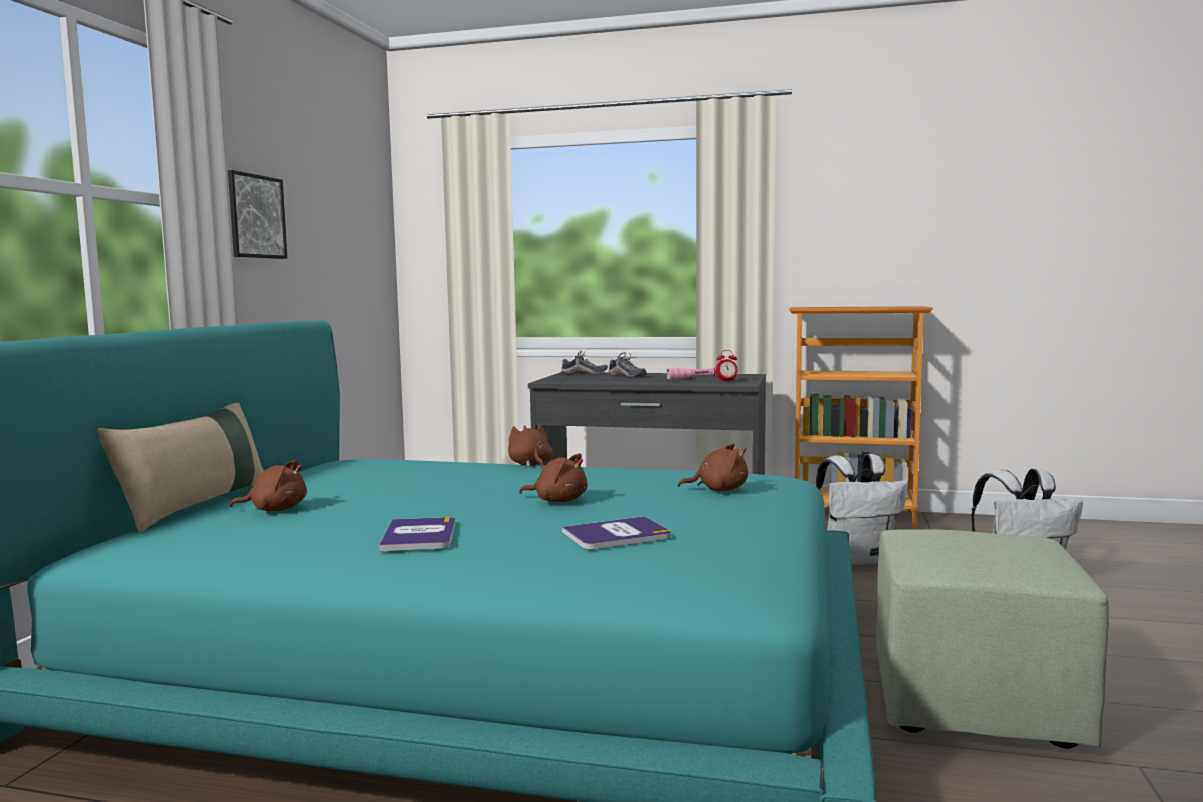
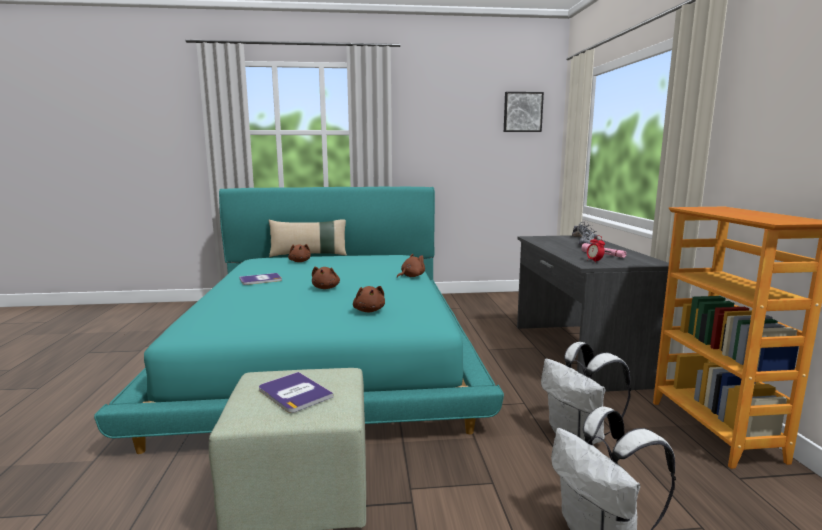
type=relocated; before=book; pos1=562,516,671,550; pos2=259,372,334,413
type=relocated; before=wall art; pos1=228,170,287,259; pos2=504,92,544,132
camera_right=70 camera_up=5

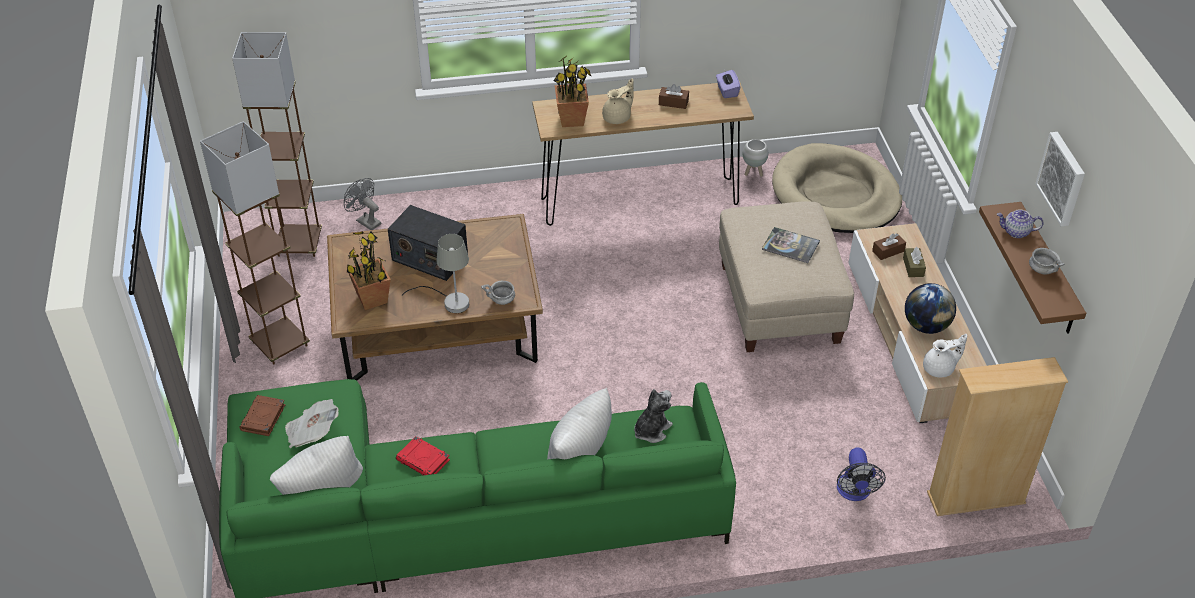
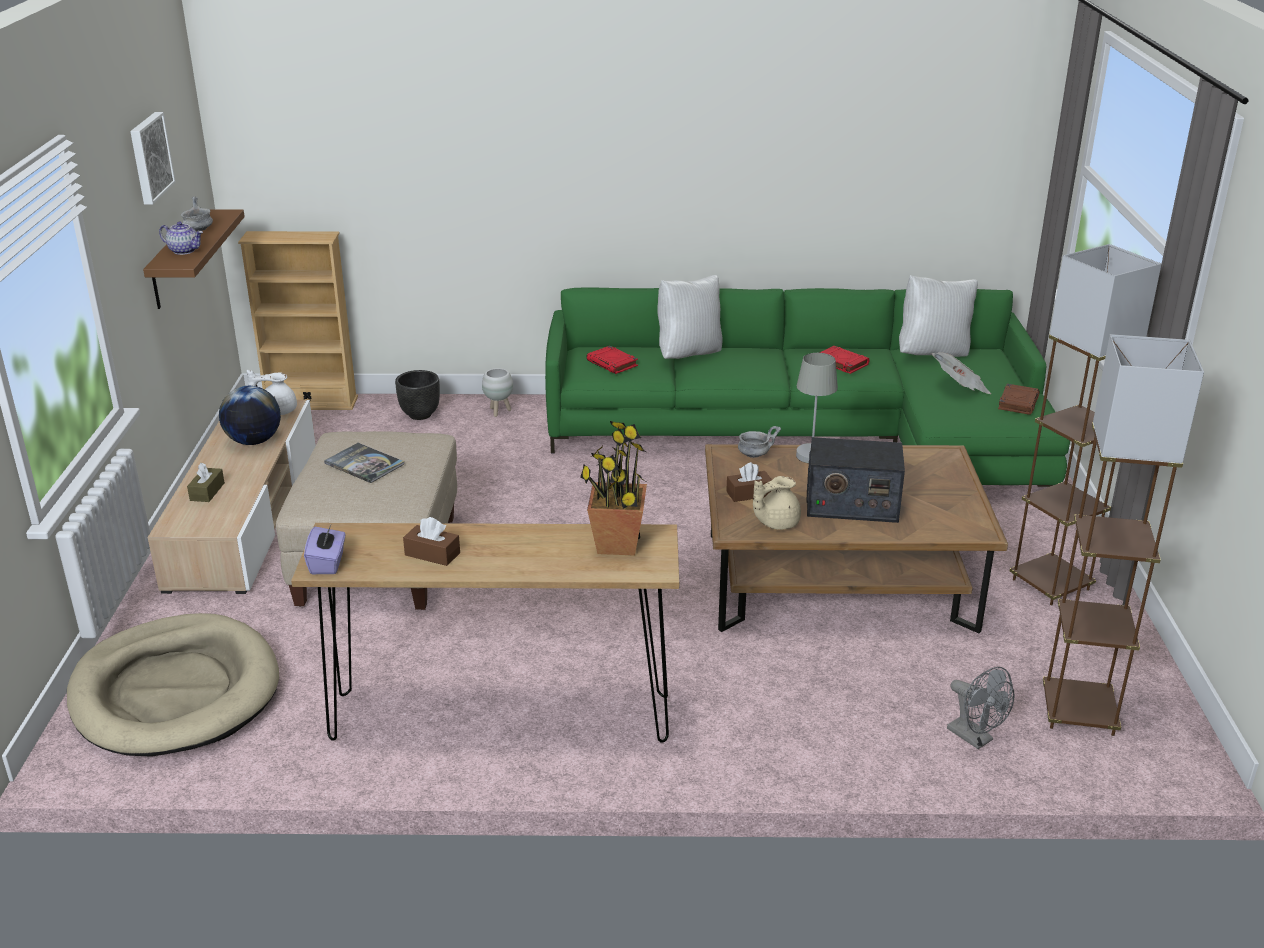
type=exchanged; before=electric fan; after=plant pot in black-coloured; pos1=837,447,886,501; pos2=395,370,440,420
type=relocated; before=plant pot in white; pos1=743,139,768,177; pos2=482,368,513,417
type=exchanged; before=soft toy; after=book in reddish; pos1=634,389,673,443; pos2=586,346,638,374
type=relocated; before=tissue box in brown-coloured; pos1=872,233,906,260; pos2=726,462,772,502
type=relocated; before=pot for tea in sand-coloured; pos1=602,78,634,124; pos2=753,476,801,530
type=spun; before=radio; pos1=388,205,468,281; pos2=806,437,905,523; turn=150
type=missing; before=houseplant; pos1=347,231,391,310
camera_right=-170 camera_up=-15

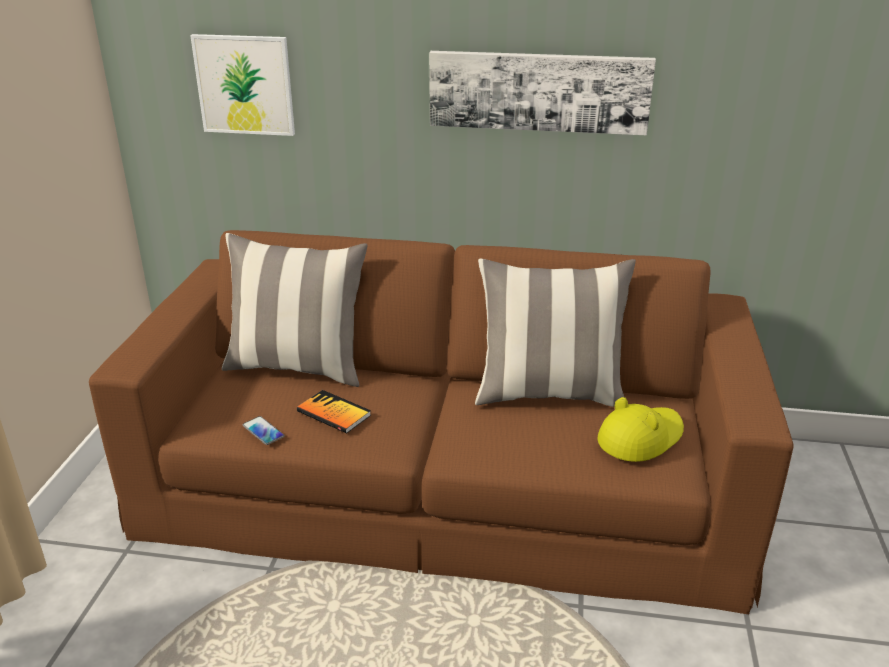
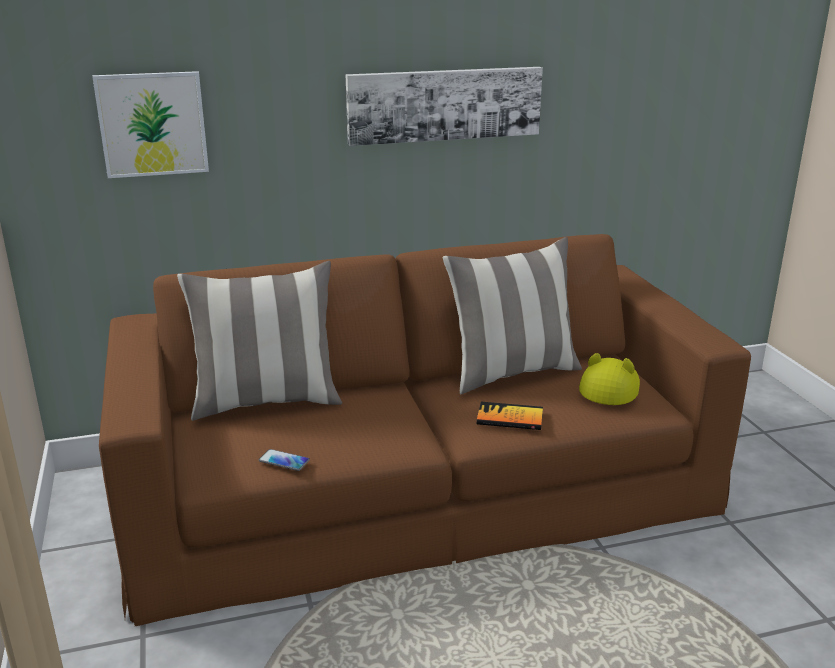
type=relocated; before=book; pos1=297,390,371,434; pos2=477,402,543,430
camera_right=-25 camera_up=-5

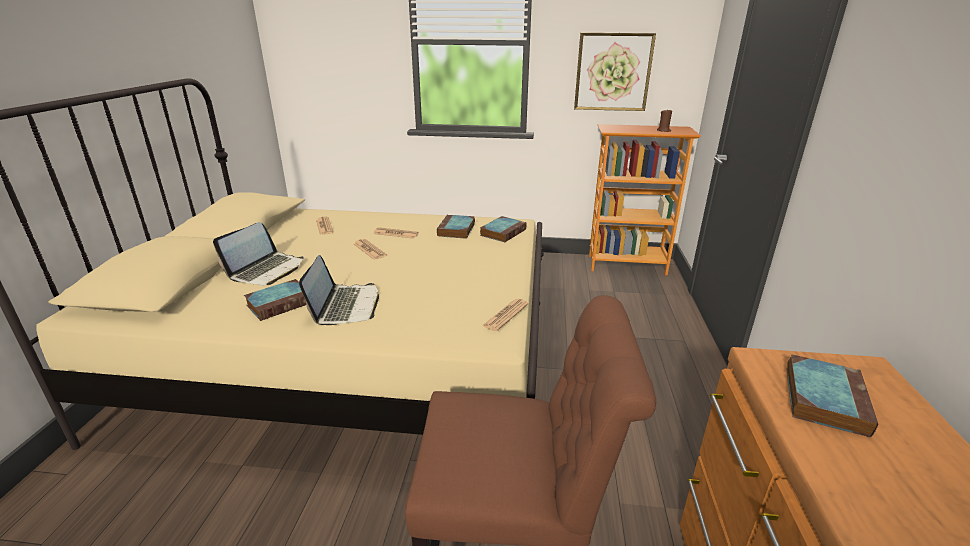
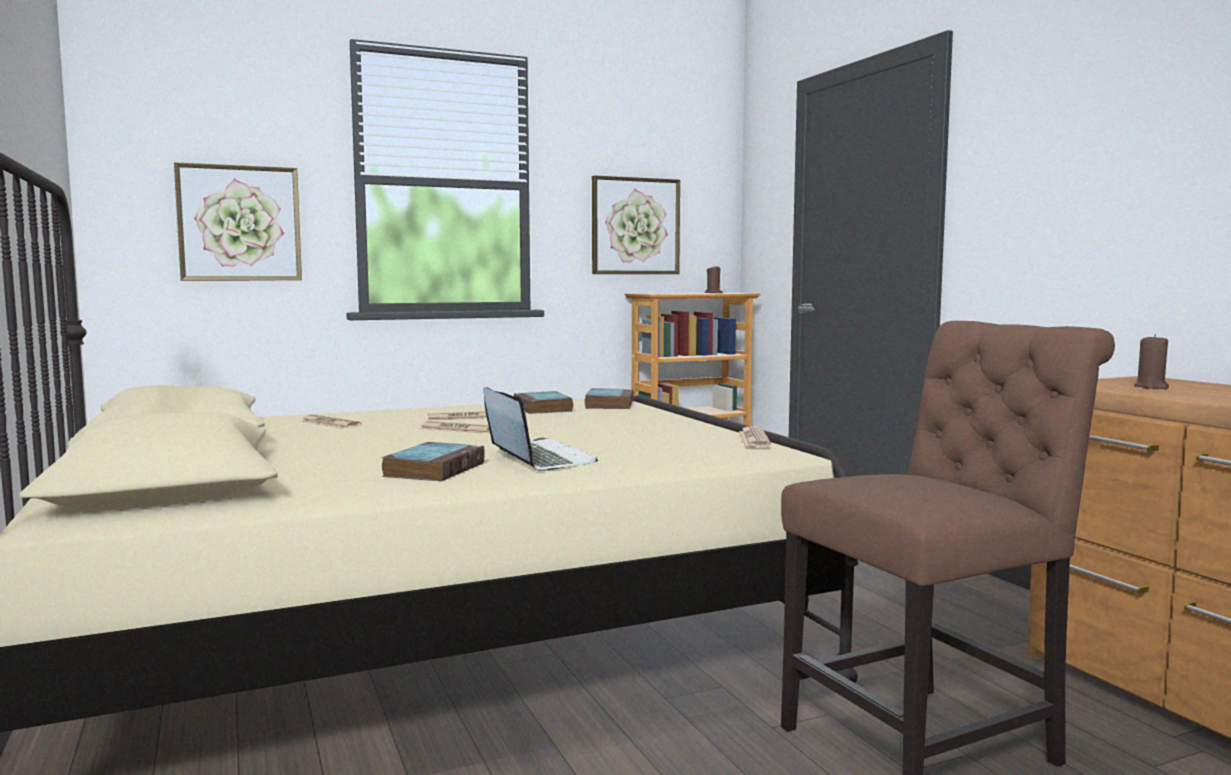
type=appeared; after=wall art; pos2=174,162,302,281
type=exchanged; before=book; after=wax candle in brown-coloured; pos1=786,354,878,437; pos2=1134,334,1169,389
type=missing; before=notebook computer; pos1=213,222,304,285
camera_right=-30 camera_up=-20

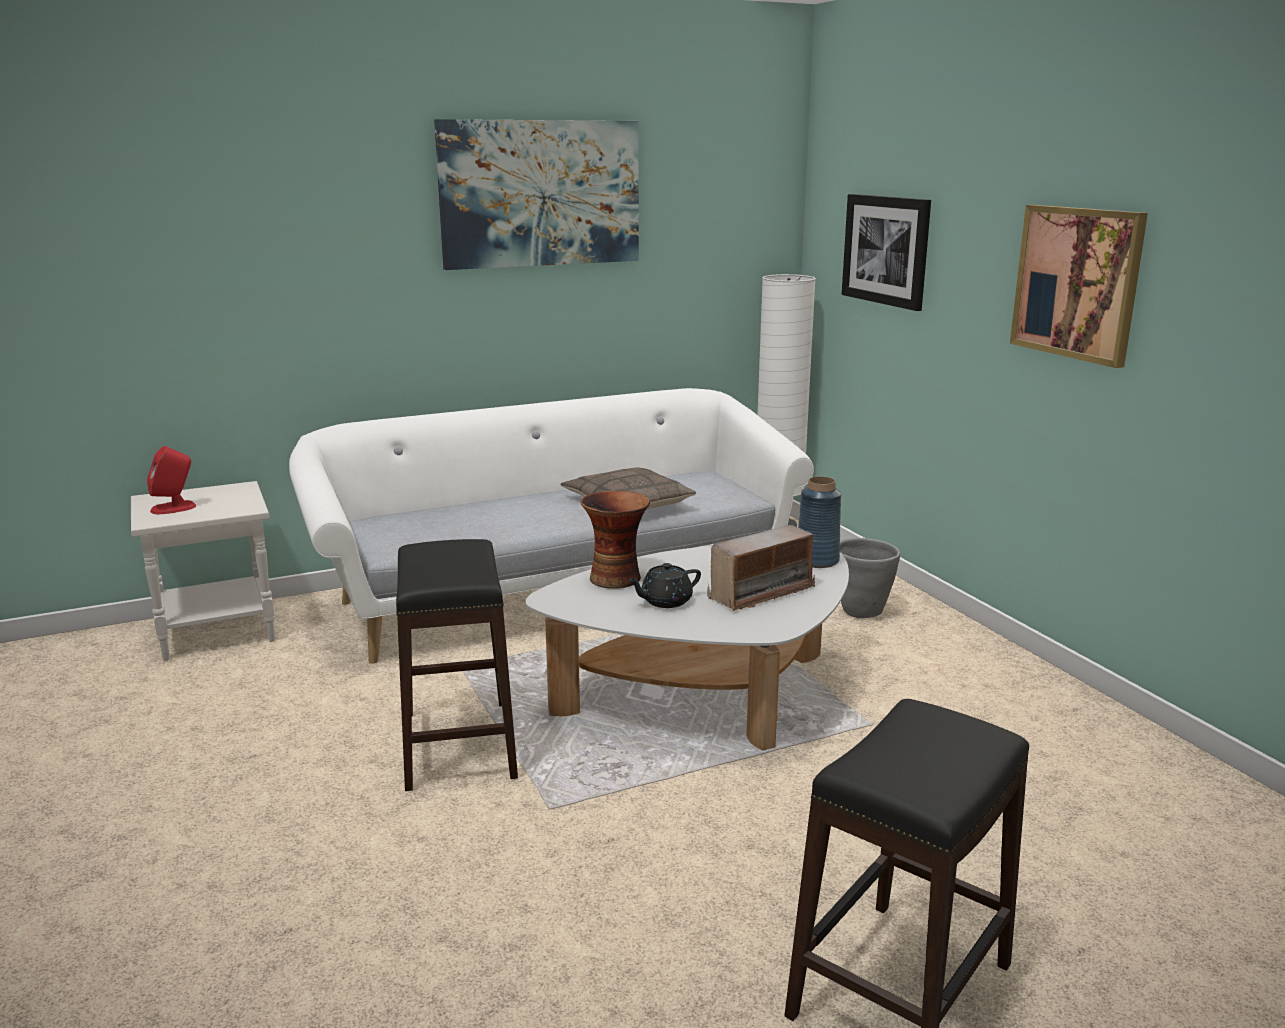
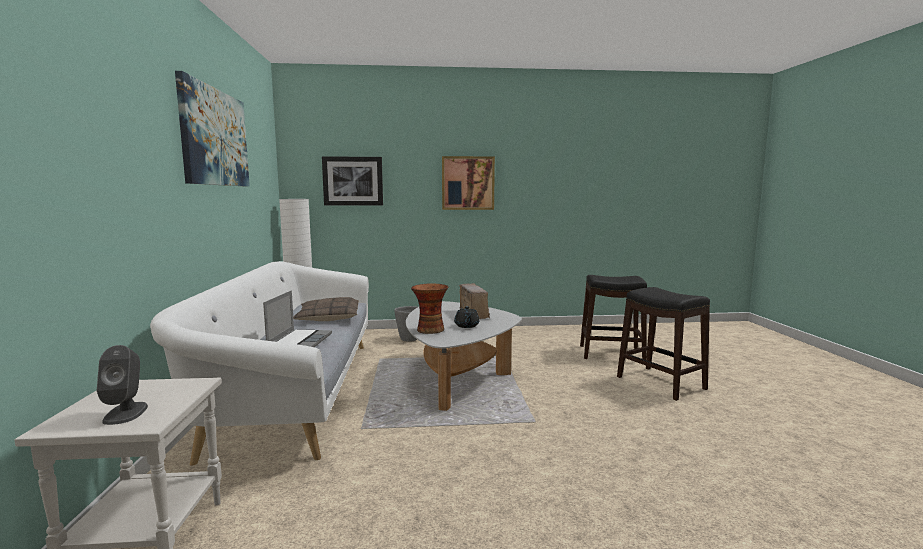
type=colour; before=speaker in reddish; after=speaker in gray; pos1=147,446,196,514; pos2=97,345,148,425
type=appeared; after=notebook computer; pos2=263,290,332,347
type=relocated; before=stool in black-coloured; pos1=396,539,518,791; pos2=580,275,647,360
type=missing; before=decorative vase in blue; pos1=798,476,841,568
camera_right=-70 camera_up=-10

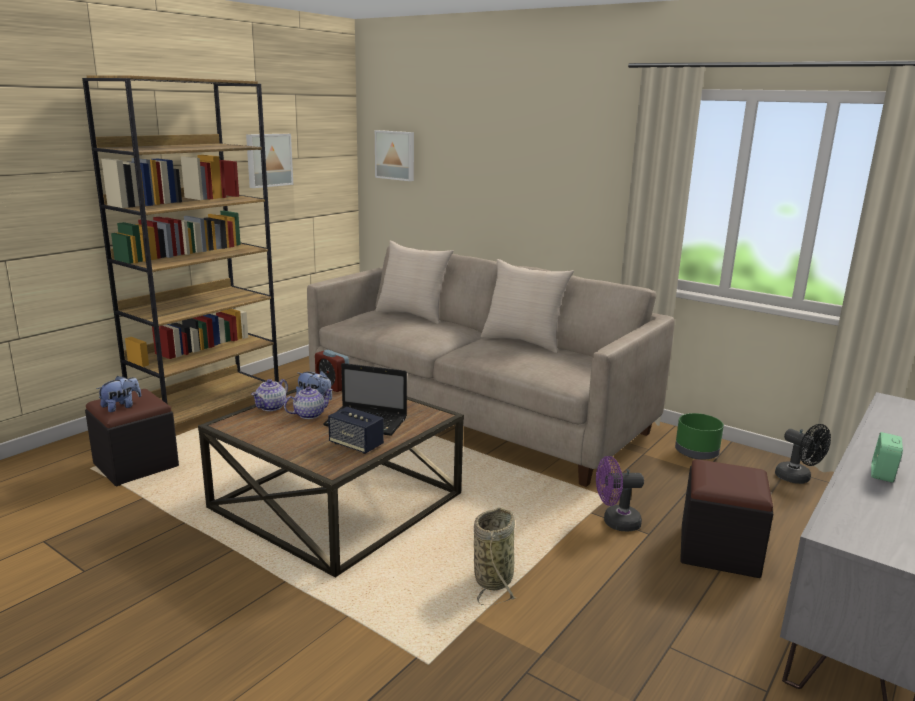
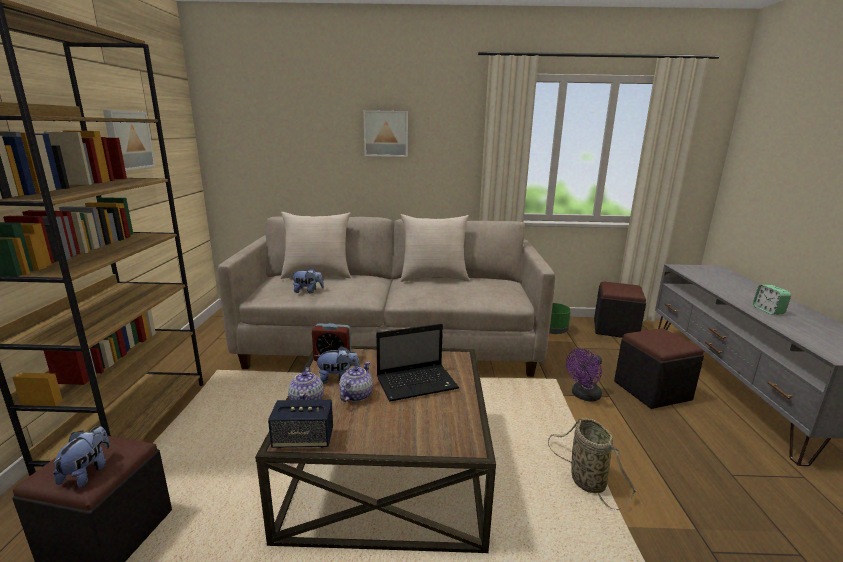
type=relocated; before=speaker; pos1=328,407,384,454; pos2=268,400,333,448
type=appeared; after=soft toy; pos2=291,268,324,294
type=relocated; before=wall art; pos1=375,130,414,181; pos2=363,110,408,157
type=exchanged; before=electric fan in black-coloured; after=ottoman in black-coloured; pos1=775,424,831,484; pos2=594,282,646,338
camera_right=-35 camera_up=0

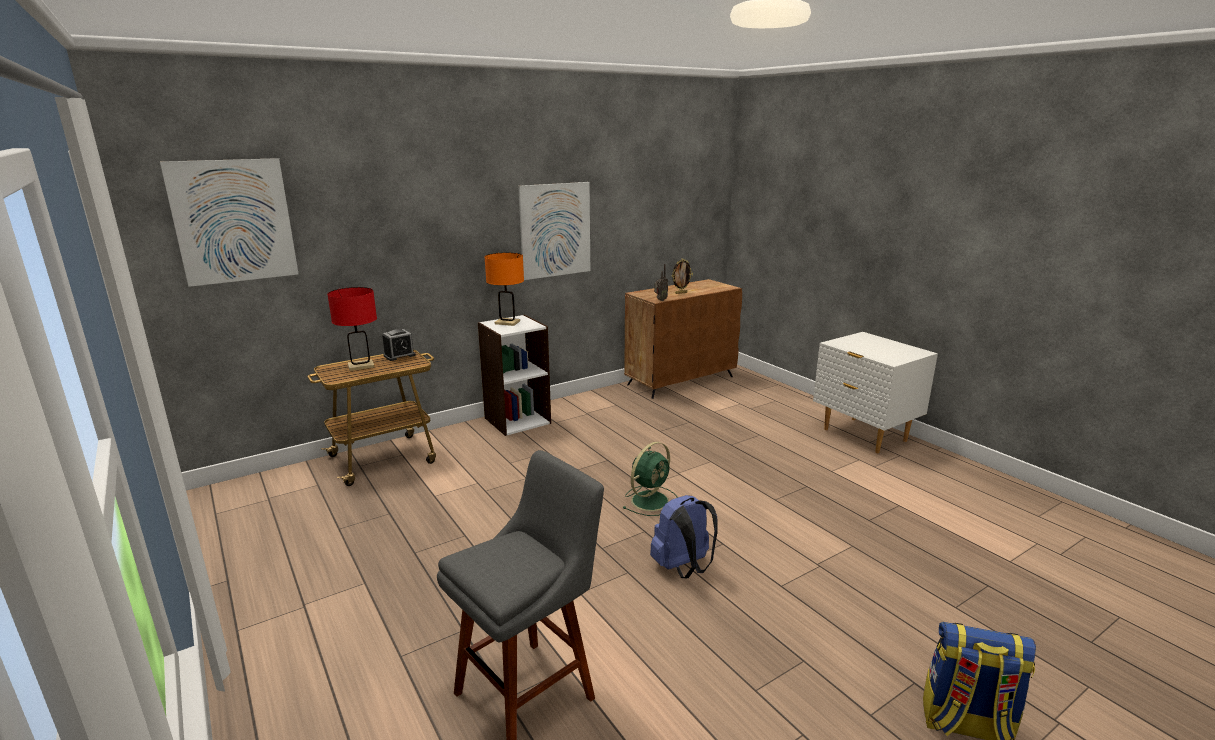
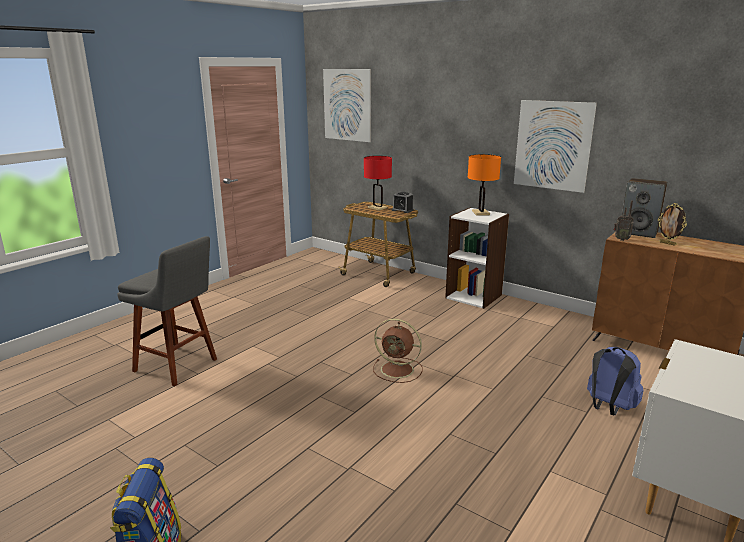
type=colour; before=electric fan in green-coloured; after=electric fan in brown-coloured; pos1=622,442,678,516; pos2=373,319,423,383
type=relocated; before=knapsack in blue; pos1=650,495,717,578; pos2=587,347,644,415
type=appeared; after=speaker; pos2=622,178,667,238
camera_right=70 camera_up=0

